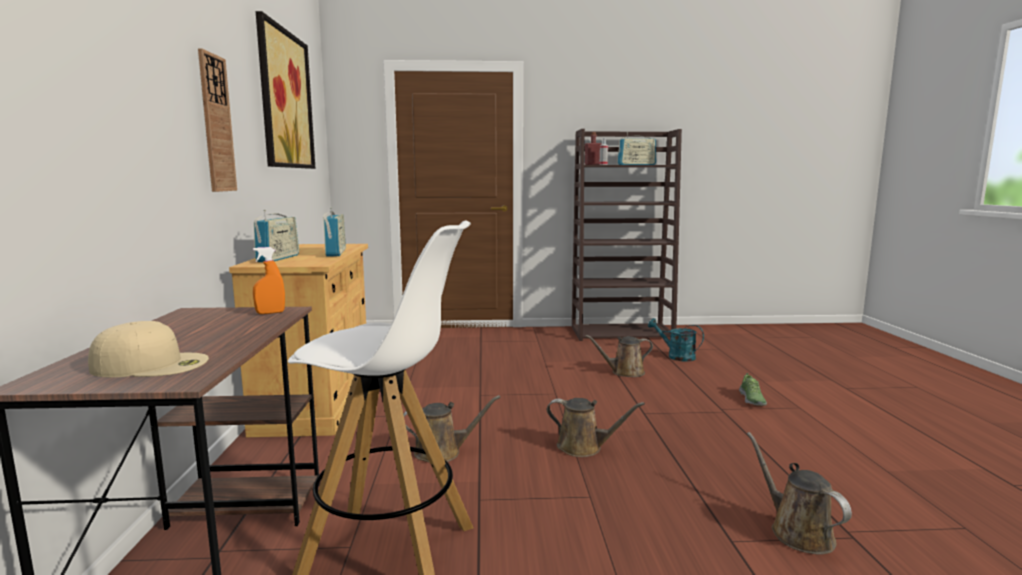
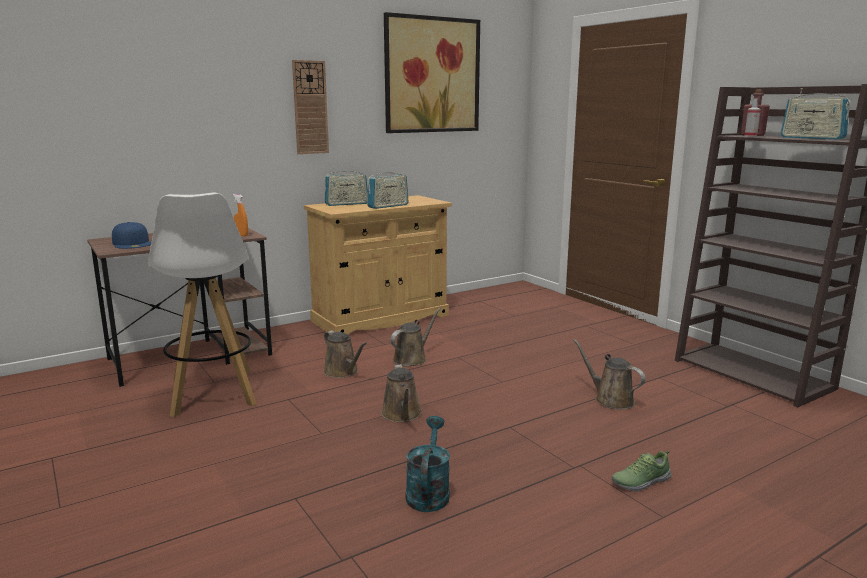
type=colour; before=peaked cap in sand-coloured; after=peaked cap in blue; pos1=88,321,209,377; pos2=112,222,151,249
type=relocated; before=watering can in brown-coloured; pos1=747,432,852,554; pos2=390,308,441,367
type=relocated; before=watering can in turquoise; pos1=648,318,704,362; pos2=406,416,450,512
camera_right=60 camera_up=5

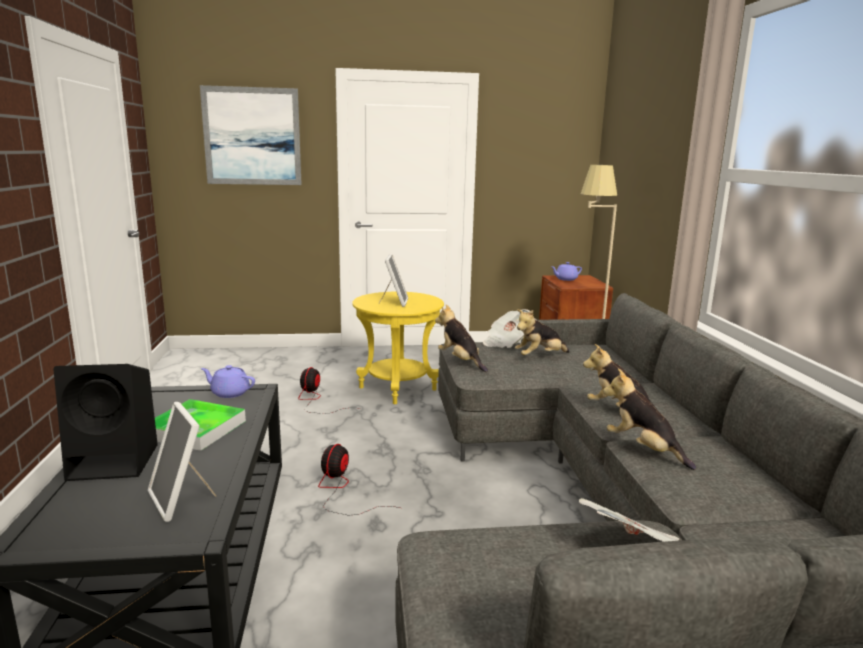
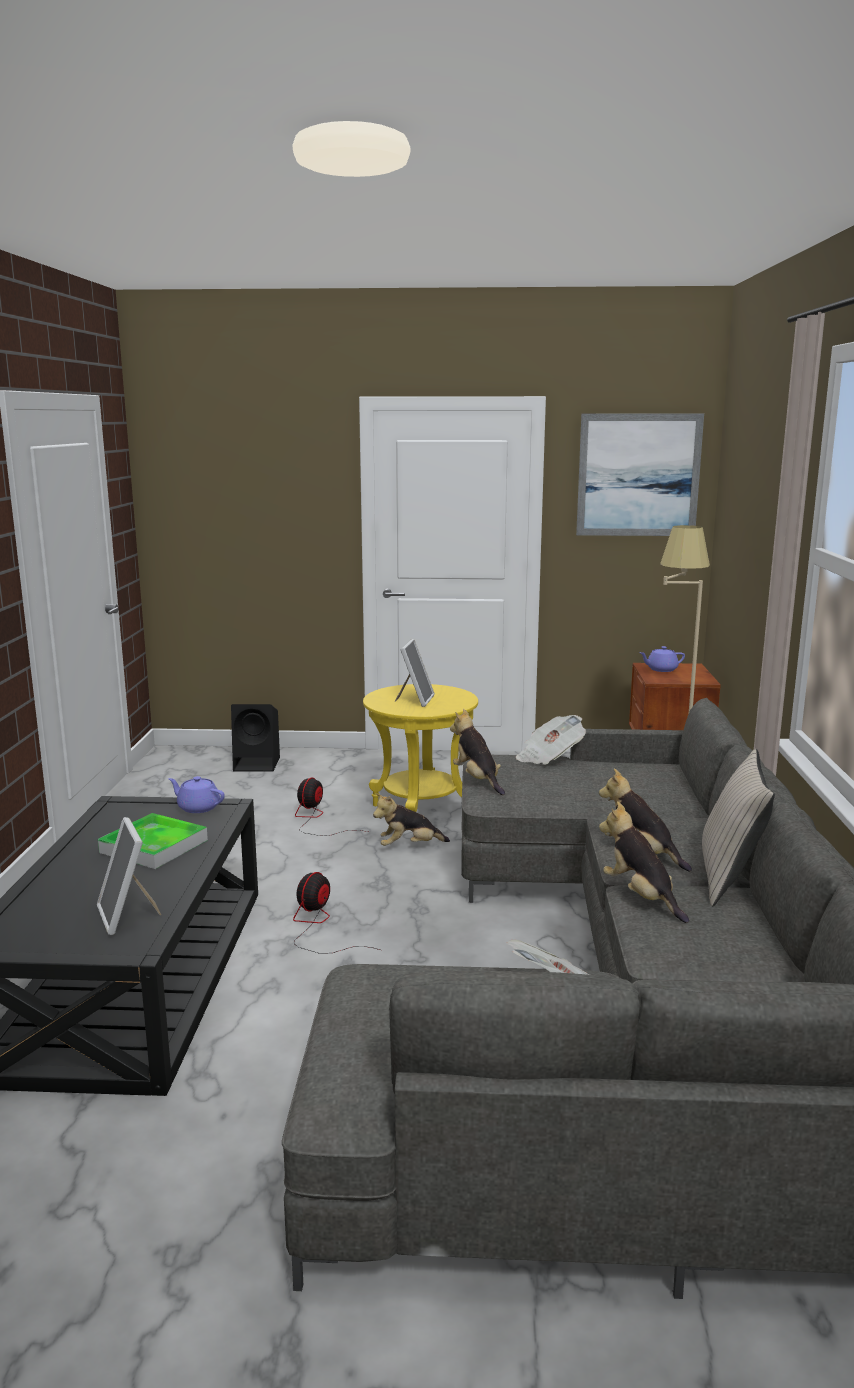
type=relocated; before=speaker in black-coloured; pos1=53,364,158,481; pos2=231,704,280,772
type=relocated; before=soft toy; pos1=515,309,569,355; pos2=373,793,450,846
type=relocated; before=wall art; pos1=200,85,302,185; pos2=576,414,704,536
type=appeared; after=pillow in sand-coloured; pos2=702,749,775,907
camera_right=10 camera_up=0

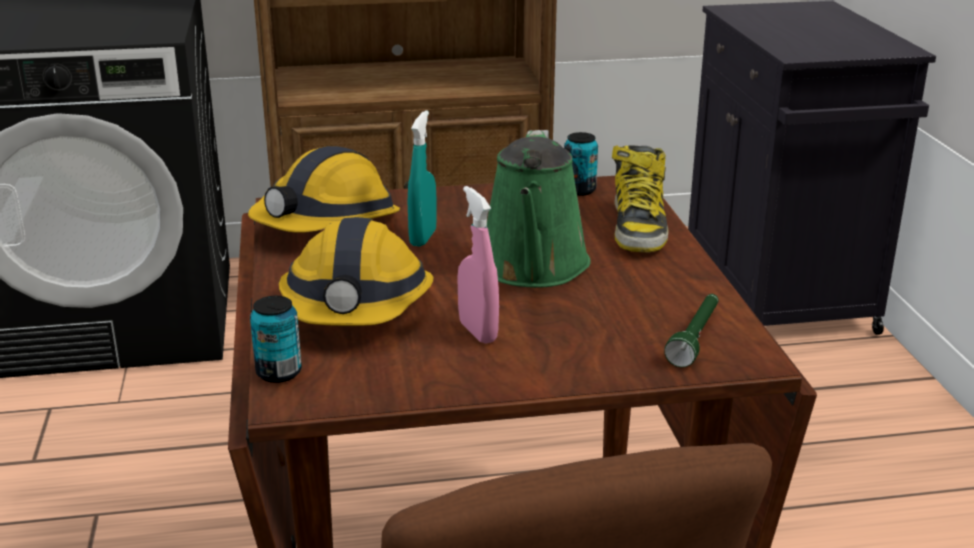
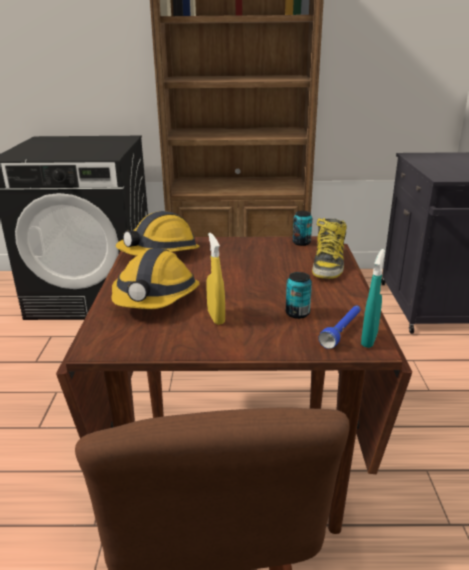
type=colour; before=spray bottle in pinkish; after=spray bottle in yellowish; pos1=457,186,499,344; pos2=206,233,225,325
type=relocated; before=metal can; pos1=250,296,302,383; pos2=286,272,312,319
type=colour; before=hand torch in green-coloured; after=hand torch in blue; pos1=664,294,719,367; pos2=318,305,361,349
type=relocated; before=spray bottle in turquoise; pos1=408,110,437,246; pos2=361,249,385,348
type=missing; before=watering can in green-coloured; pos1=487,130,590,288
camera_right=10 camera_up=0

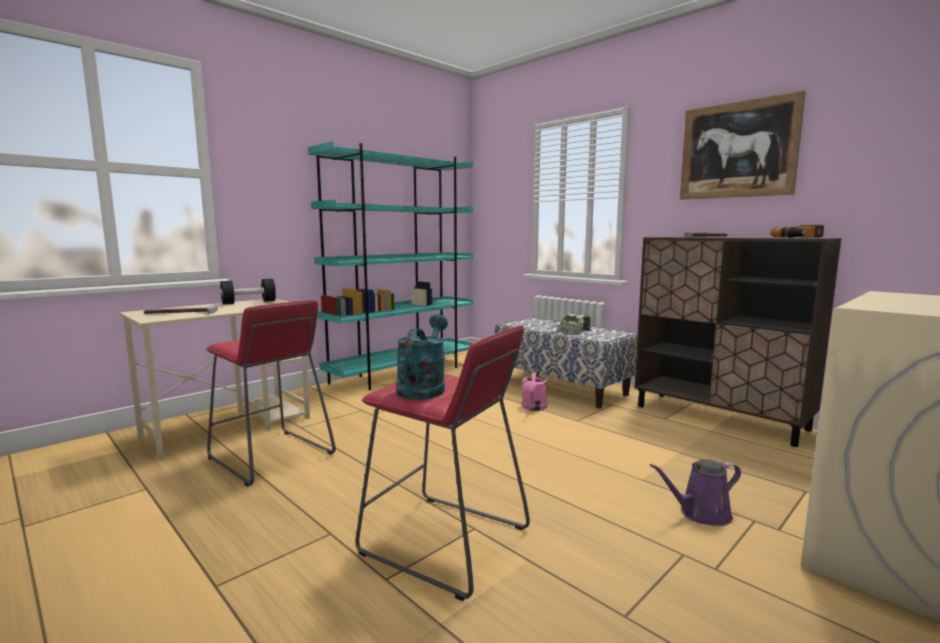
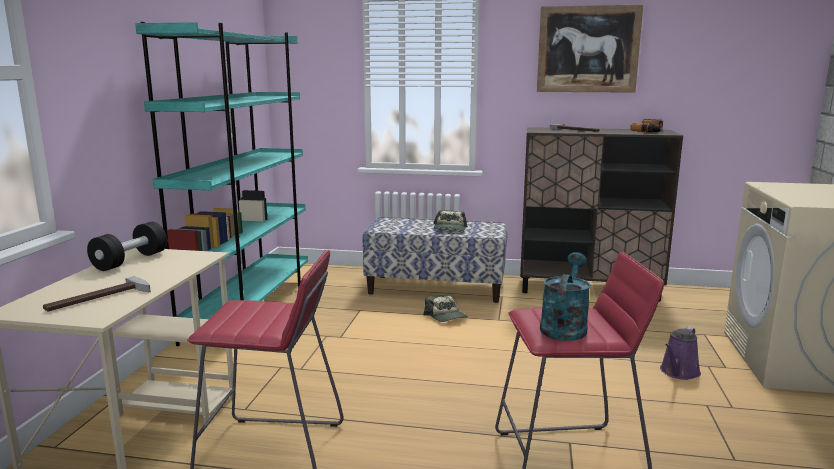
type=exchanged; before=watering can in pinkish; after=peaked cap; pos1=522,369,547,411; pos2=423,294,468,322
type=spun; before=watering can in turquoise; pos1=397,314,448,399; pos2=540,252,591,341; turn=45
camera_right=-35 camera_up=5

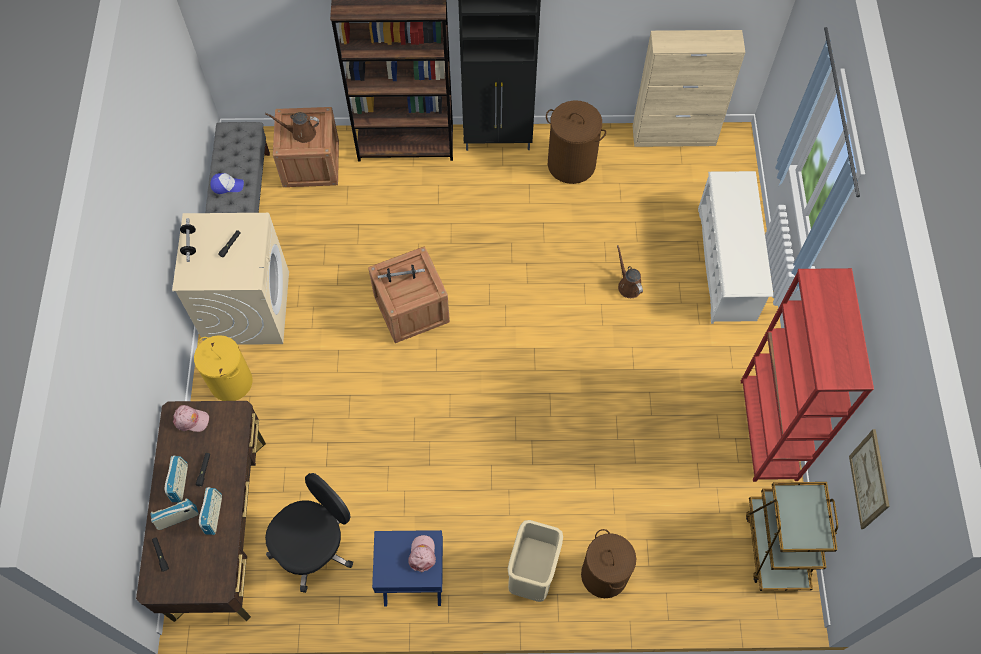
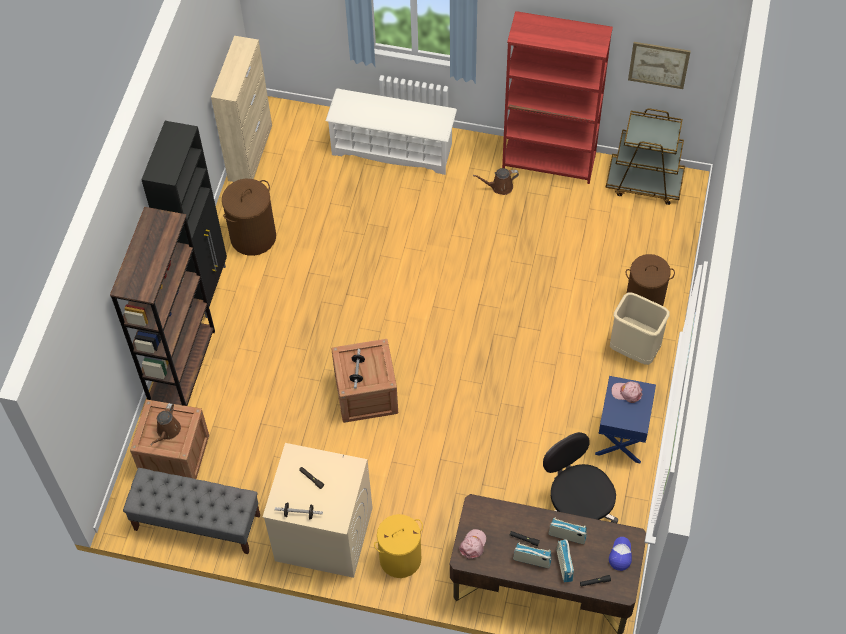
type=relocated; before=watering can in brown-coloured; pos1=617,245,643,298; pos2=473,168,519,195
type=relocated; before=peaked cap; pos1=210,173,244,194; pos2=609,537,632,571
camera_right=-75 camera_up=-5

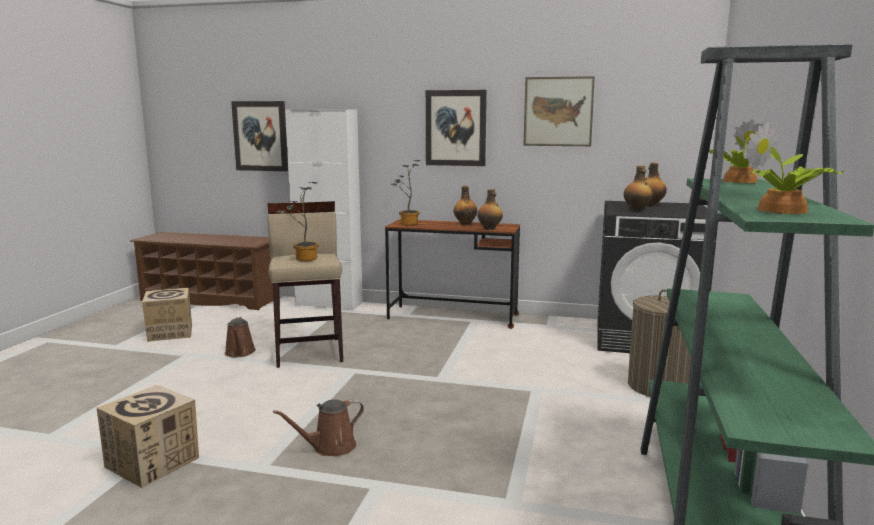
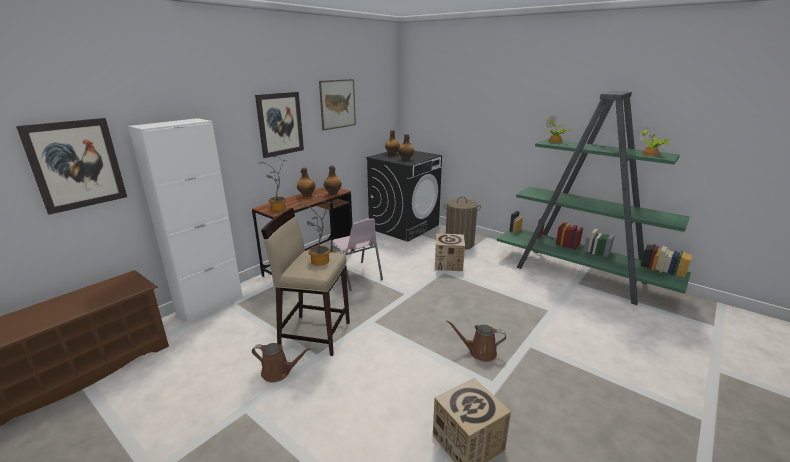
type=appeared; after=upright chair in pinkish; pos2=330,219,383,291
type=relocated; before=cardboard box; pos1=142,288,192,342; pos2=435,233,465,271
type=spun; before=watering can in brown-coloured; pos1=273,399,364,456; pos2=446,321,506,362; turn=105
camera_right=-65 camera_up=10

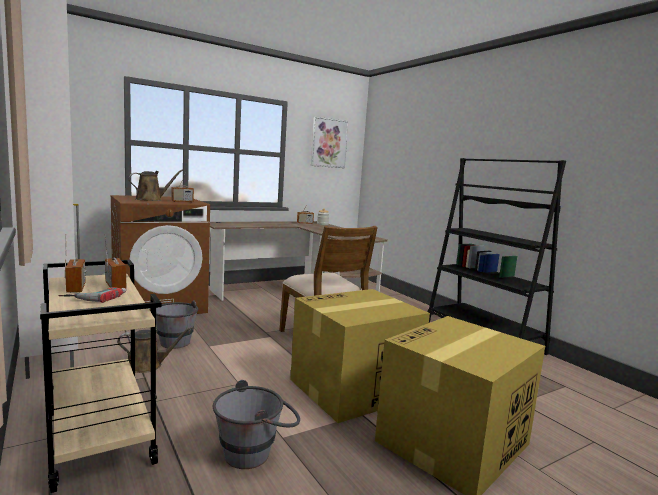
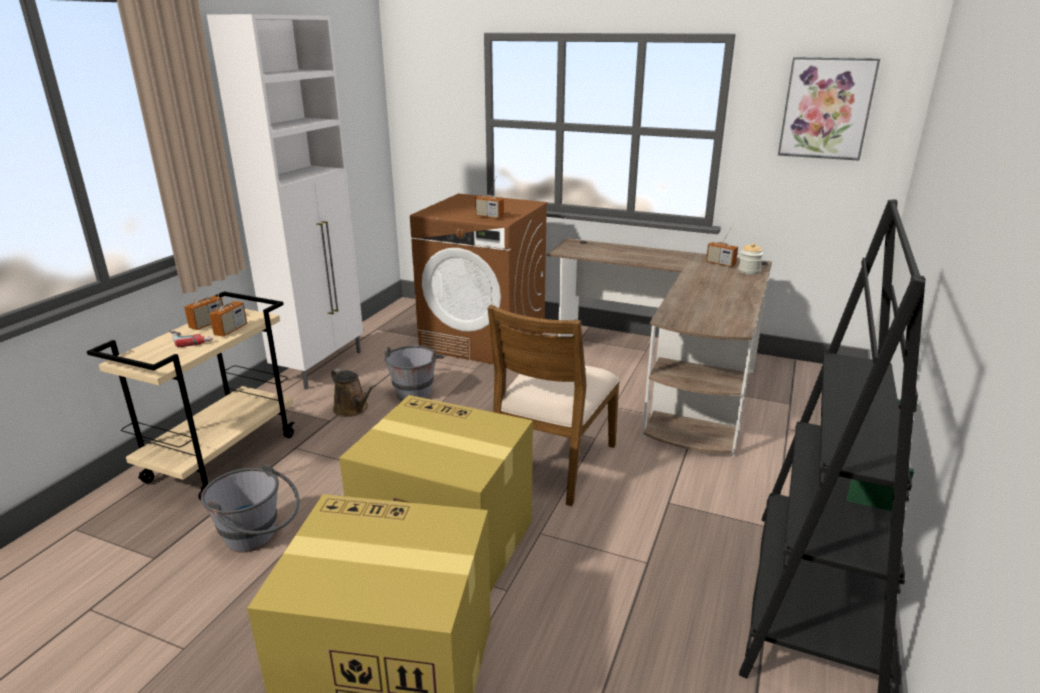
type=missing; before=watering can in brown-coloured; pos1=128,170,183,201
camera_right=55 camera_up=15

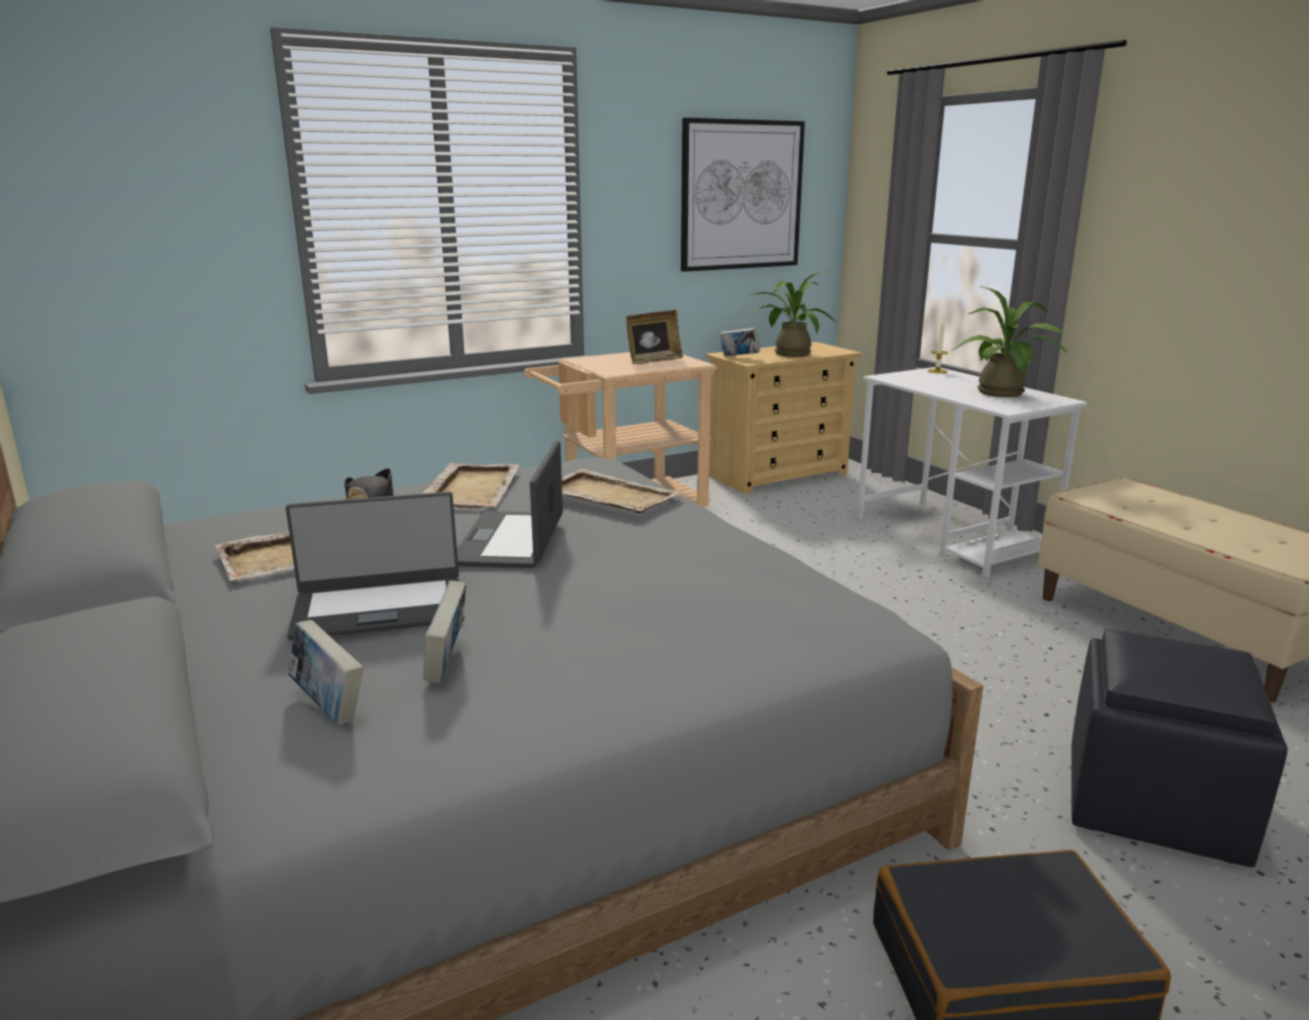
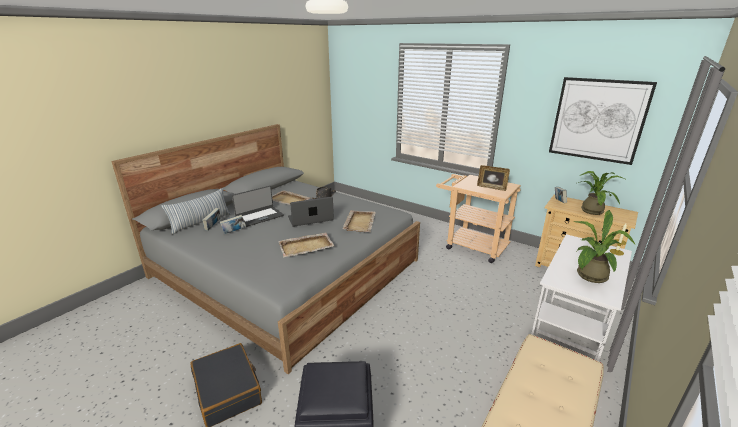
type=appeared; after=pillow; pos2=161,188,231,234
type=spun; before=notebook computer; pos1=286,492,464,641; pos2=232,186,284,227; turn=-90
type=relocated; before=serving tray in sand-coloured; pos1=422,463,519,508; pos2=278,232,334,258
camera_right=65 camera_up=5

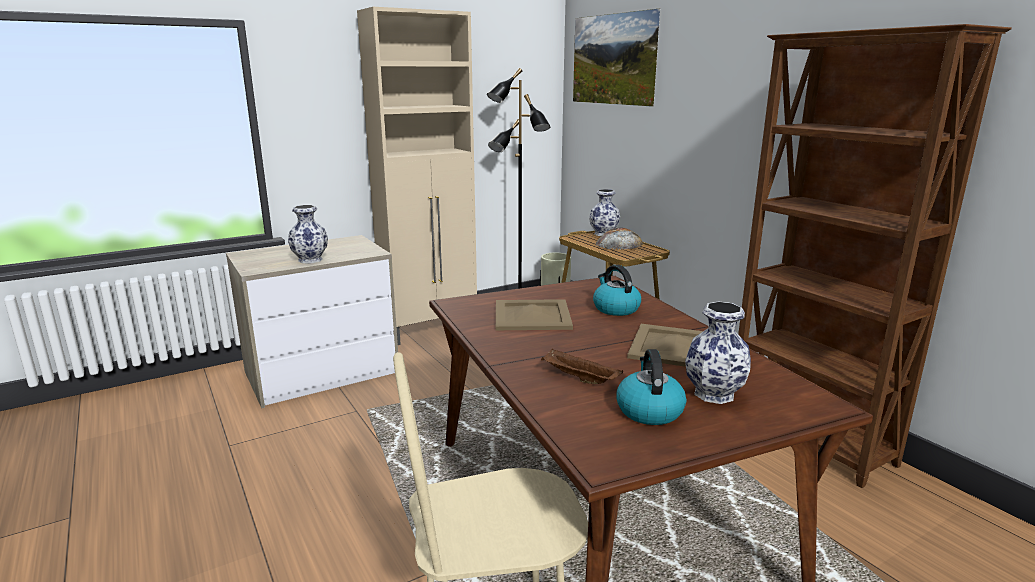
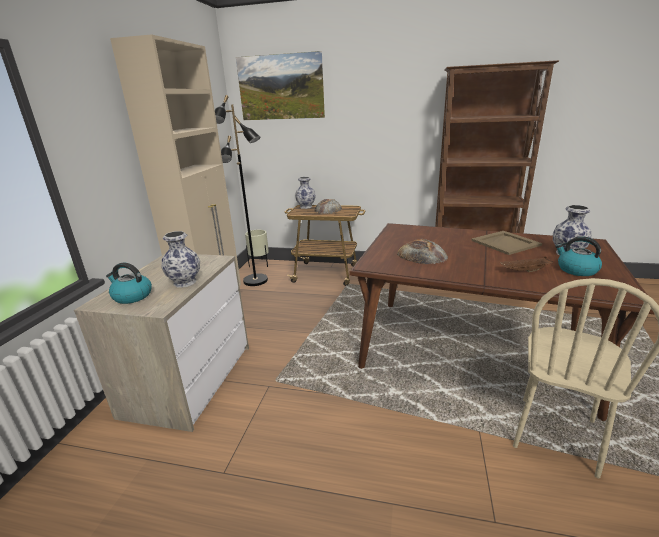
type=relocated; before=water kettle; pos1=593,265,641,316; pos2=106,263,152,304
type=exchanged; before=serving tray in sand-coloured; after=baked bread; pos1=496,299,573,330; pos2=397,239,448,264
camera_right=-45 camera_up=5

